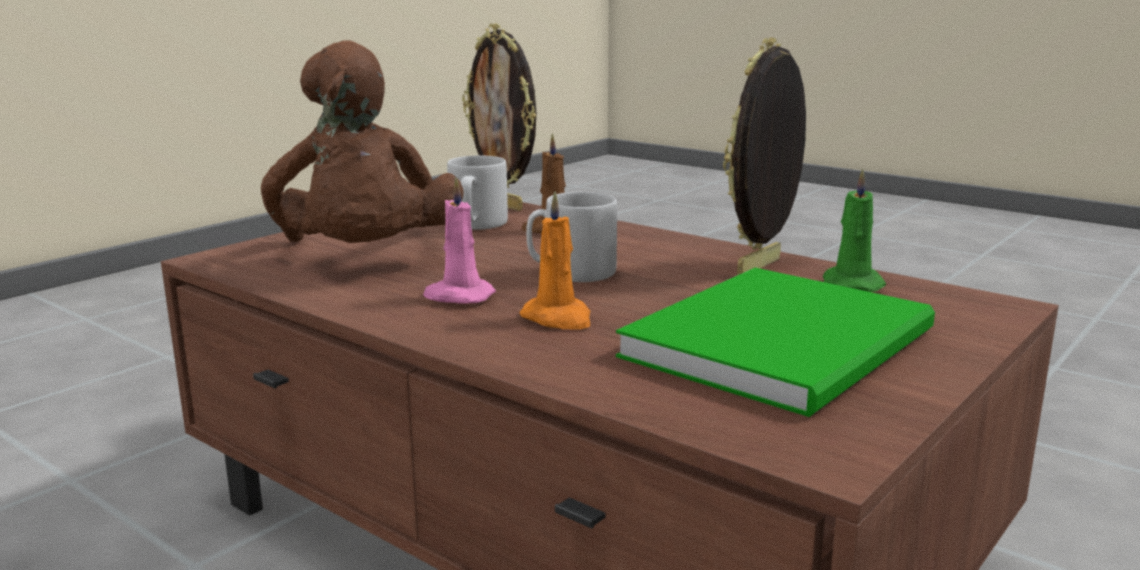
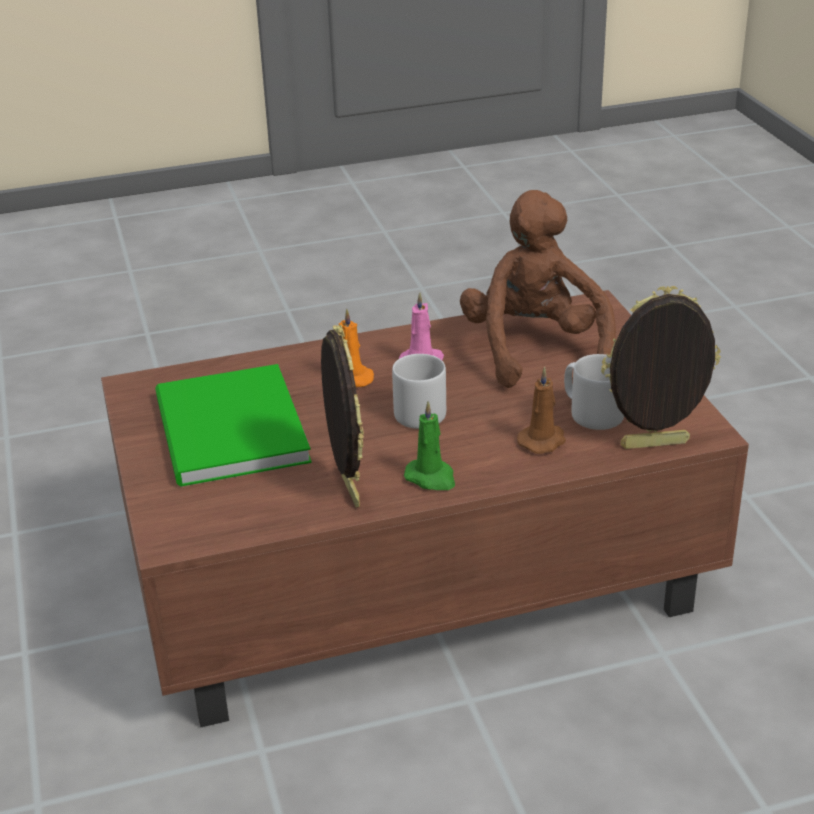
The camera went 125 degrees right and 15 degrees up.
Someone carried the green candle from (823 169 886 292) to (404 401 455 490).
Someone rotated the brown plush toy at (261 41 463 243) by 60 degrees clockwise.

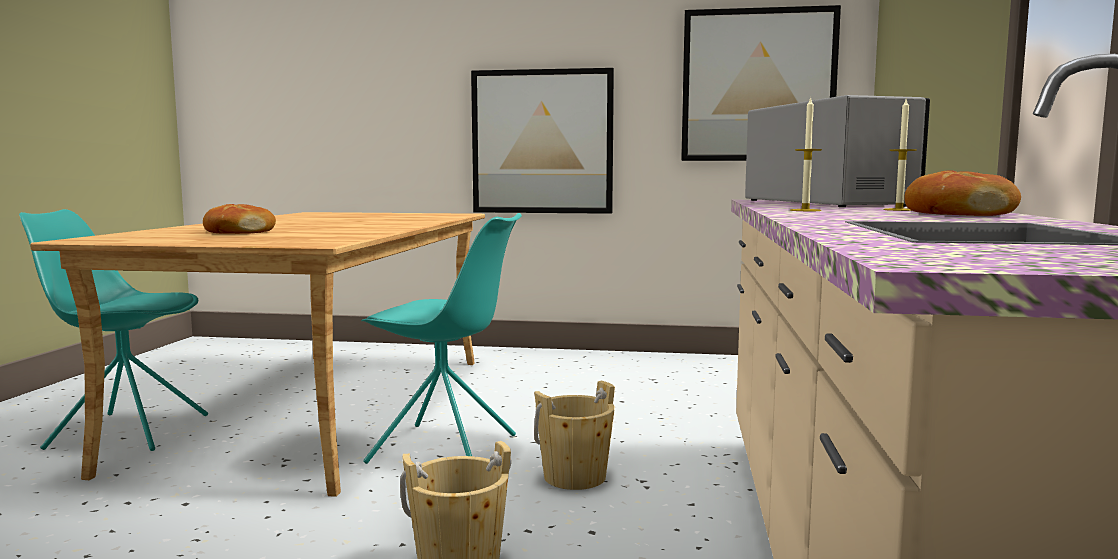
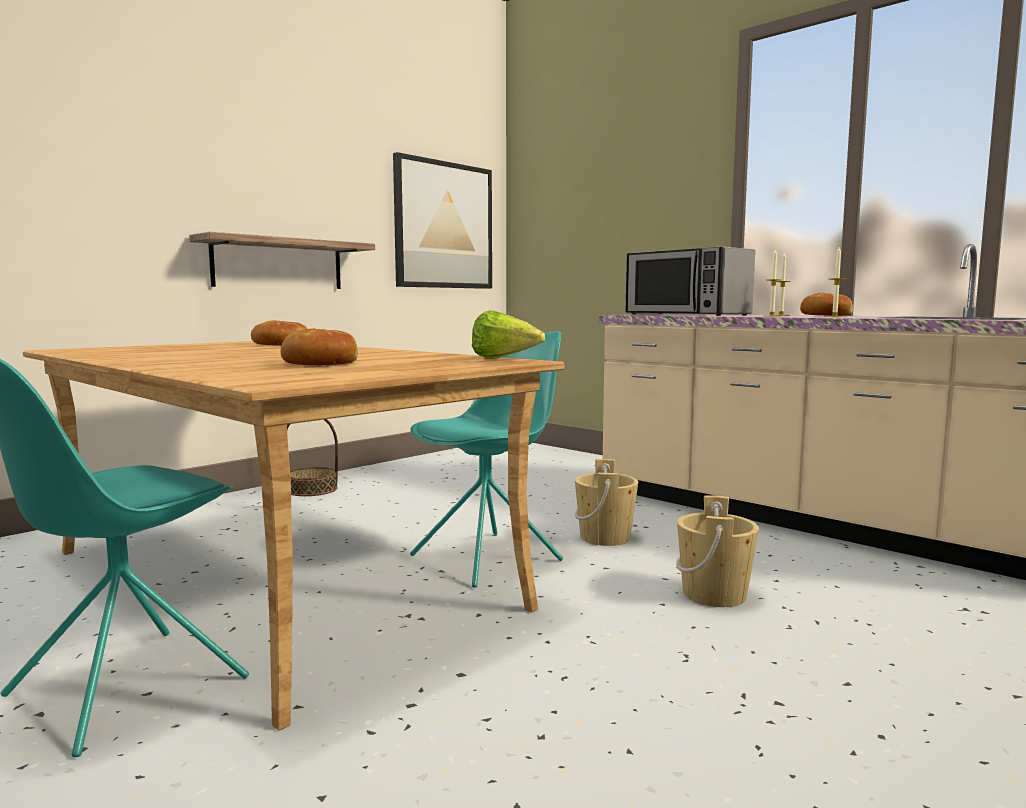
The camera went 55 degrees left and 0 degrees up.
Someone put down the bread at (251 320 307 345).
Someone put down the basket at (287 419 338 496).
Someone put down the lettuce at (472 310 545 359).
Someone put down the candle at (825 247 846 317).
Someone swapped the picture at (471 68 614 214) for the shelf at (189 232 375 289).
Someone rotated the microwave at (745 95 930 207) by 150 degrees counterclockwise.

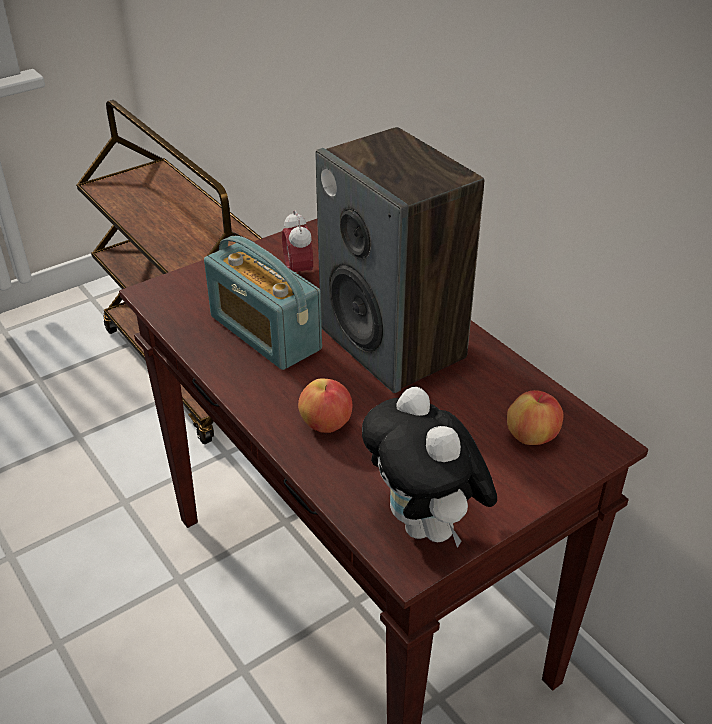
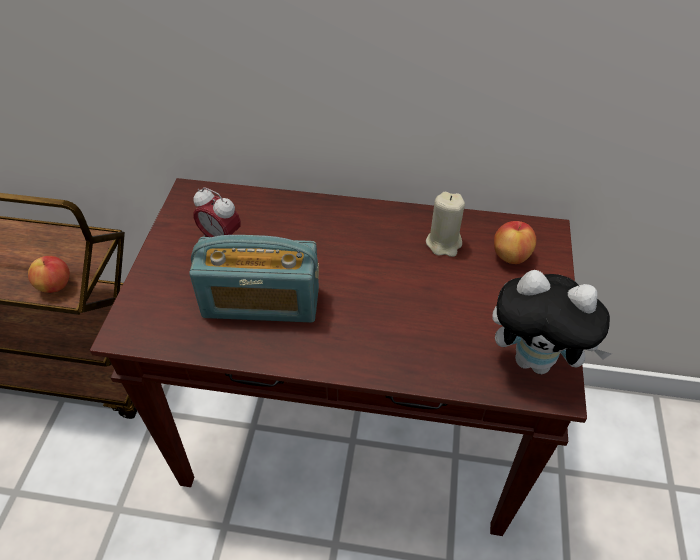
The camera went 45 degrees left and 10 degrees up.
Someone took away the speaker at (316 127 484 393).
Someone put down the beige candle at (426 192 465 257).
Someone carried the apple from (298 379 352 433) to (28 256 70 293).

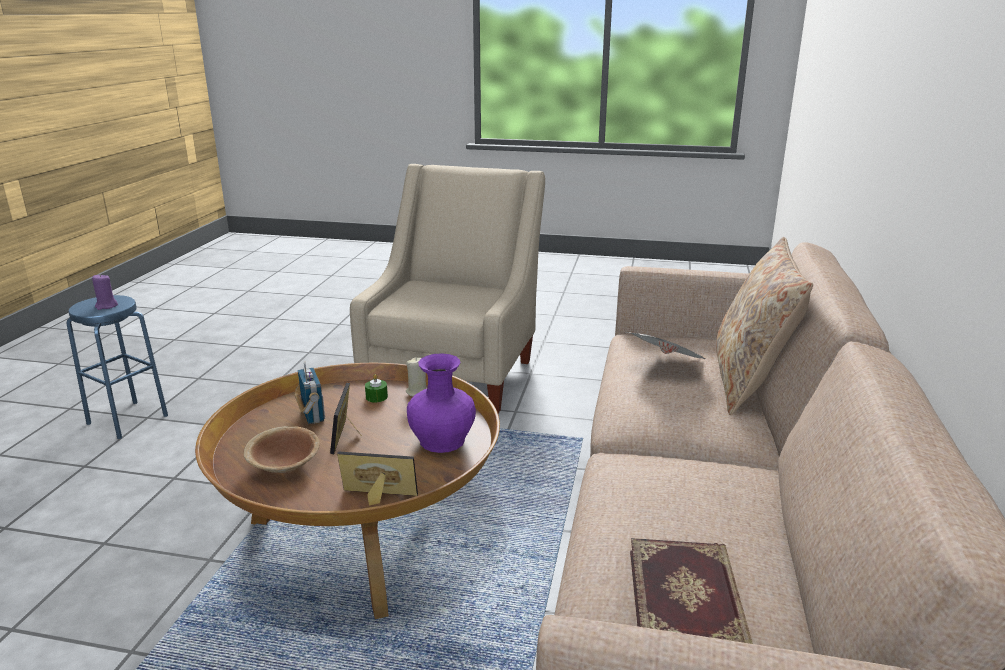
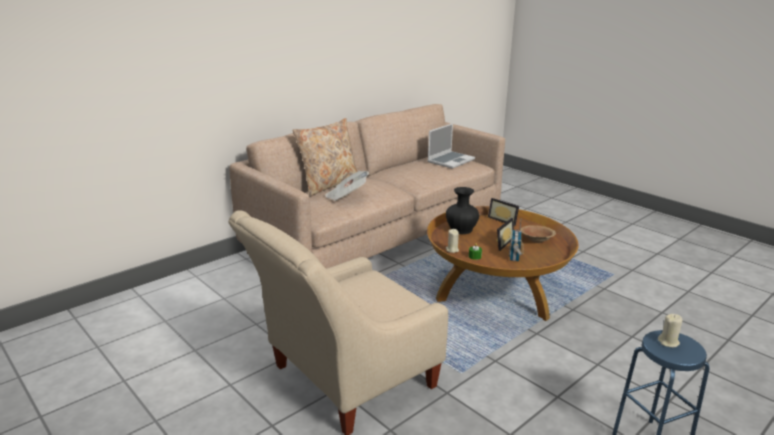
The camera went 145 degrees left and 0 degrees up.
Someone swapped the book at (630 538 753 644) for the laptop at (428 123 475 169).
Someone repainted the purple candle at (92 274 118 310), which became the beige candle at (658 314 682 347).
Someone repainted the purple vase at (407 353 476 453), which became the black vase at (446 187 479 234).

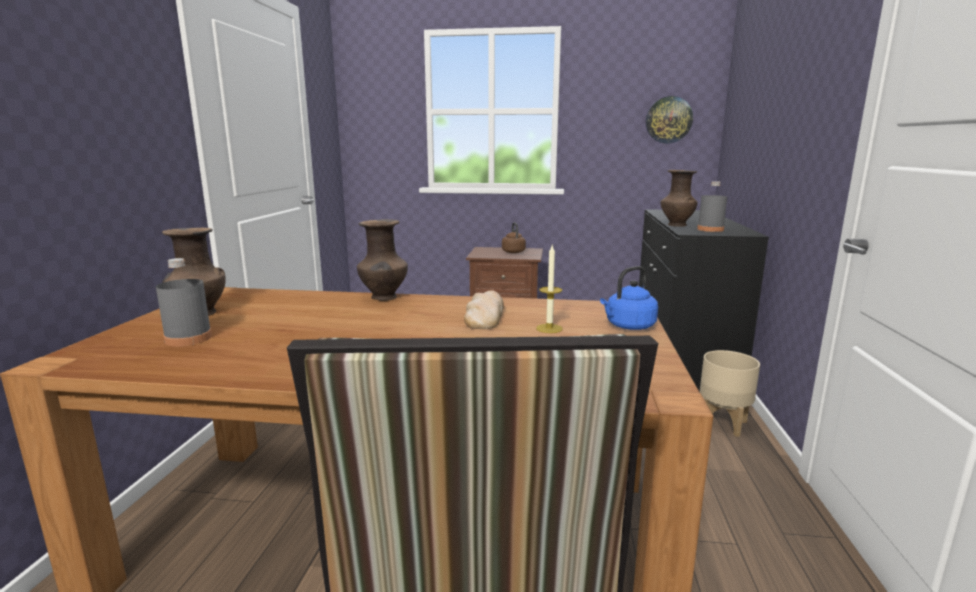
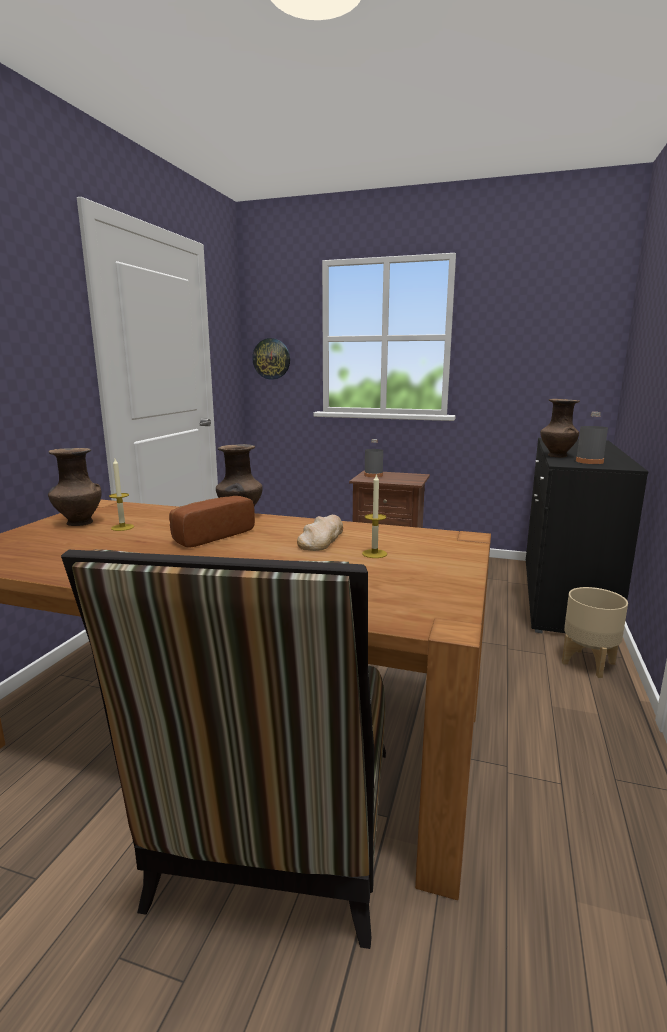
The camera went 10 degrees right and 0 degrees up.
Someone took away the brown kettle at (502 222 526 253).
Someone took away the blue kettle at (600 266 658 330).
Someone put down the candle at (109 459 134 531).
Someone put down the bread at (169 496 255 548).
Someone carried the grey bottle from (156 258 212 346) to (364 439 383 477).
Someone carried the wall clock from (646 96 693 143) to (252 338 290 379).

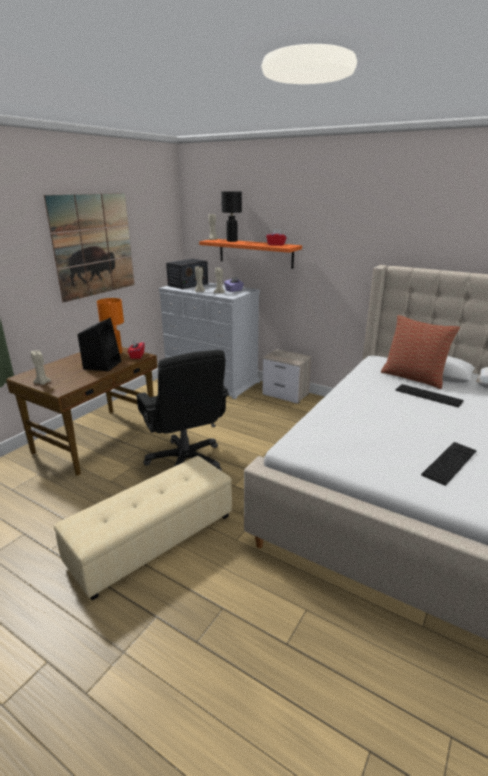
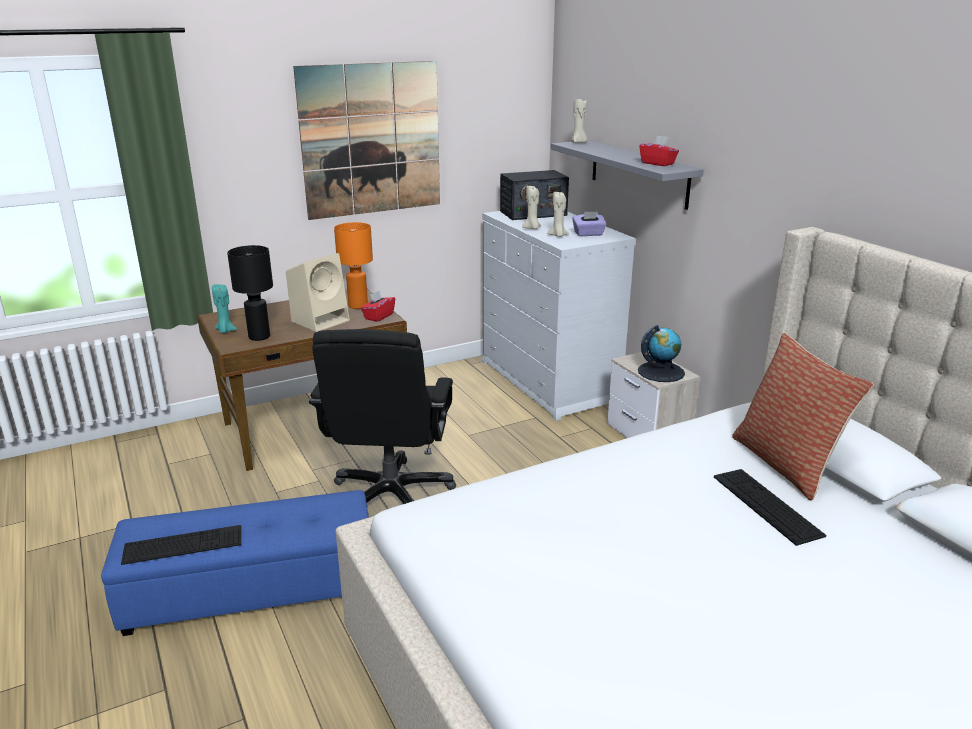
The camera went 30 degrees right and 0 degrees up.
Someone put down the globe at (638 325 685 382).
Someone carried the black table lamp from (221 191 242 242) to (227 245 273 341).
Someone carried the keyboard from (421 442 477 486) to (121 525 241 565).
Someone repainted the beige candle at (31 350 51 385), which became the turquoise candle at (212 284 237 333).
Someone repainted the beige ottoman at (54 456 232 601), which became the blue ottoman at (101 490 369 636).
Someone repainted the black speaker at (78 318 121 371), which became the beige speaker at (286 253 350 332).
Someone repainted the orange shelf at (199 239 302 269), which became the grey shelf at (551 140 704 210).

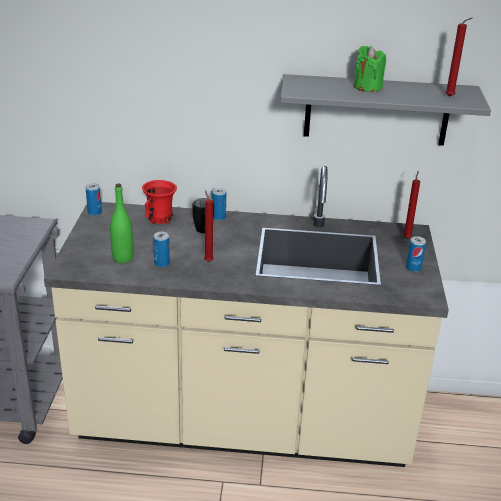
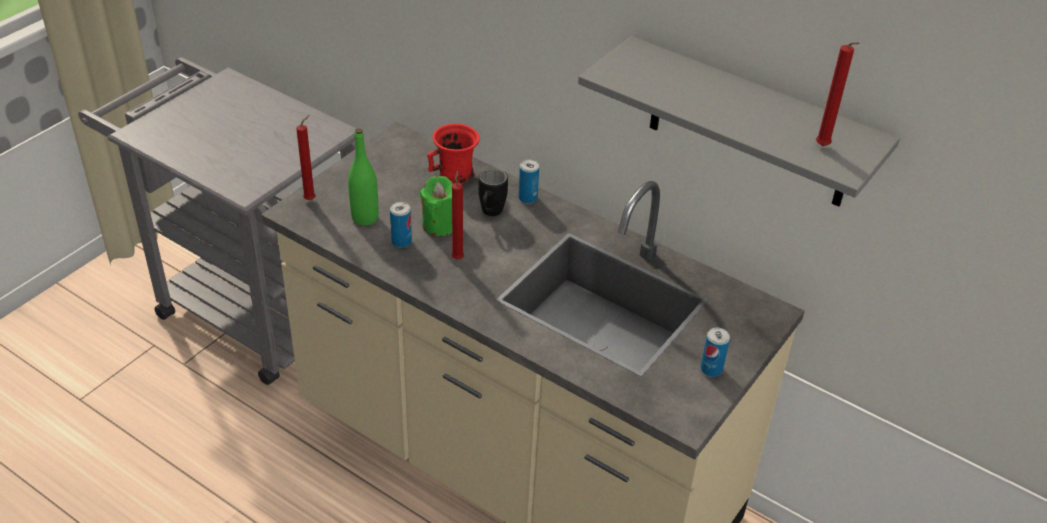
The camera went 30 degrees right and 10 degrees up.
Someone took away the can at (86 183 102 216).
Someone carried the green candle from (354 46 386 92) to (420 176 453 236).
Someone carried the red candle from (403 171 420 239) to (296 115 316 200).

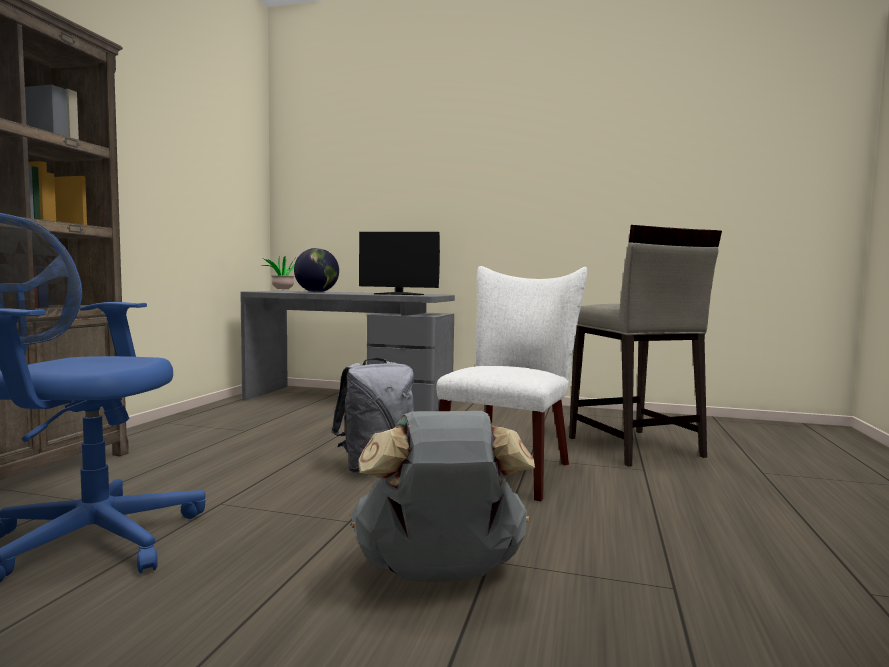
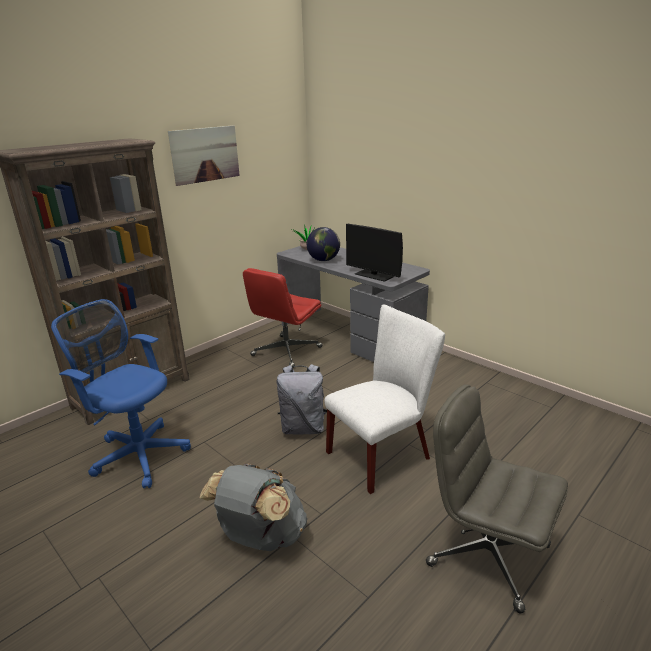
The camera went 30 degrees right and 20 degrees up.
Someone took away the beige stool at (569 225 722 466).
Someone put up the picture at (168 125 240 186).
Someone put down the red office chair at (243 268 323 367).
Someone put down the grey office chair at (426 384 568 614).

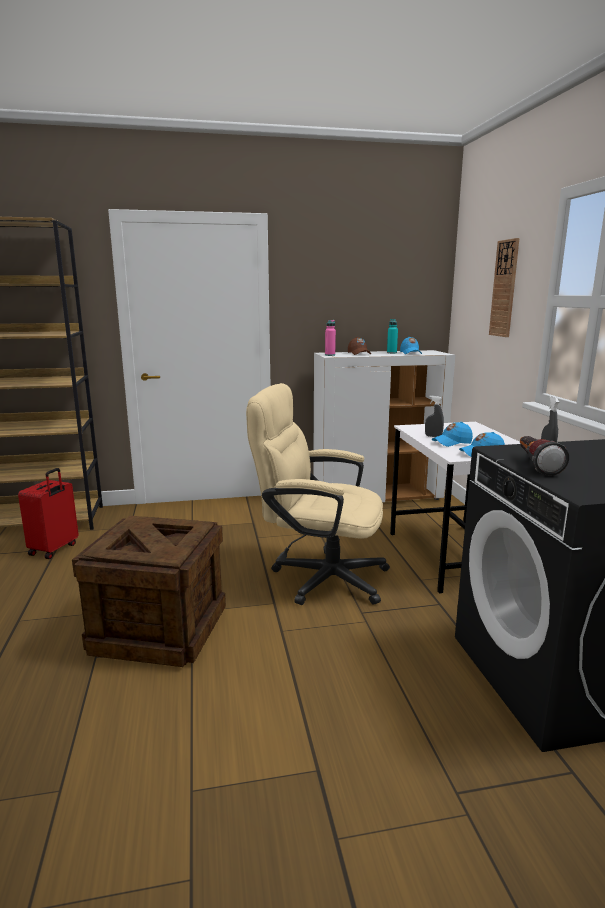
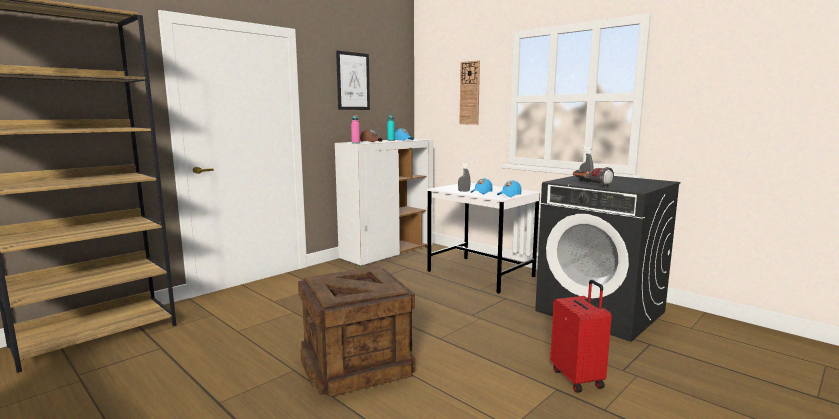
The camera went 35 degrees left and 5 degrees down.
Someone took away the beige office chair at (246 383 390 605).
Someone put up the picture at (336 51 370 110).
Someone carried the red suitcase from (18 468 79 559) to (550 280 612 393).

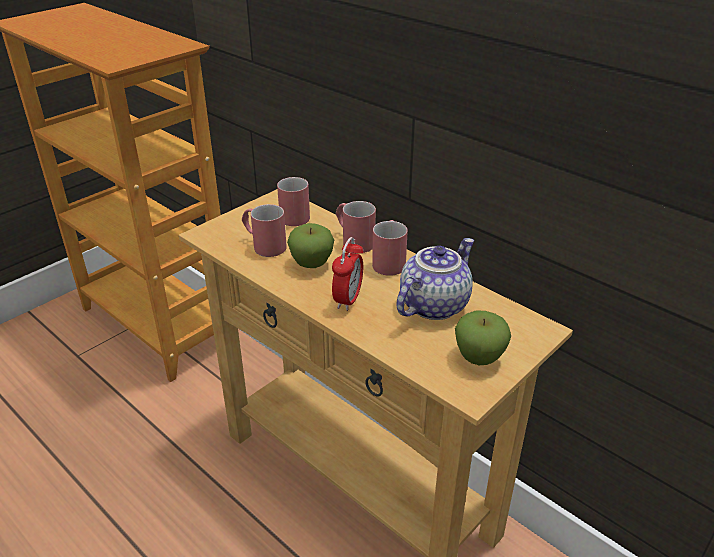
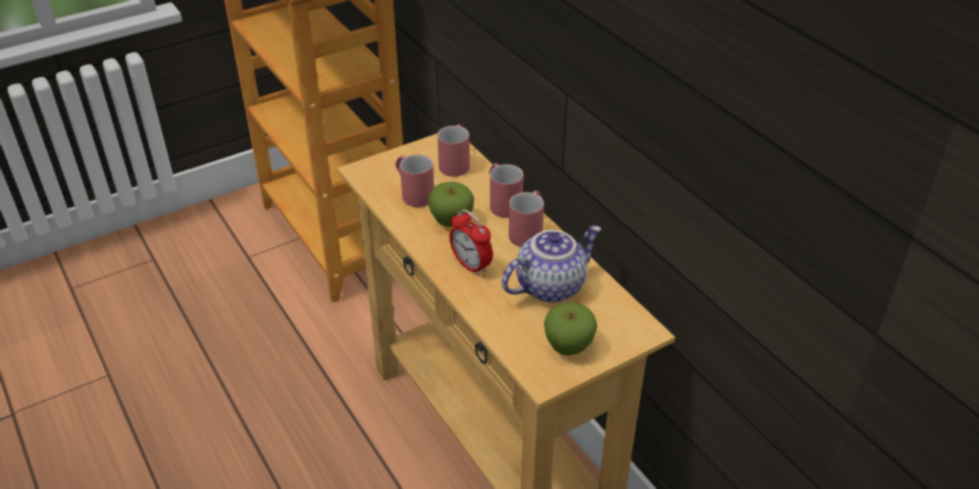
The camera went 15 degrees right and 5 degrees up.
Someone rotated the alarm clock at (332 237 363 311) by 105 degrees clockwise.

